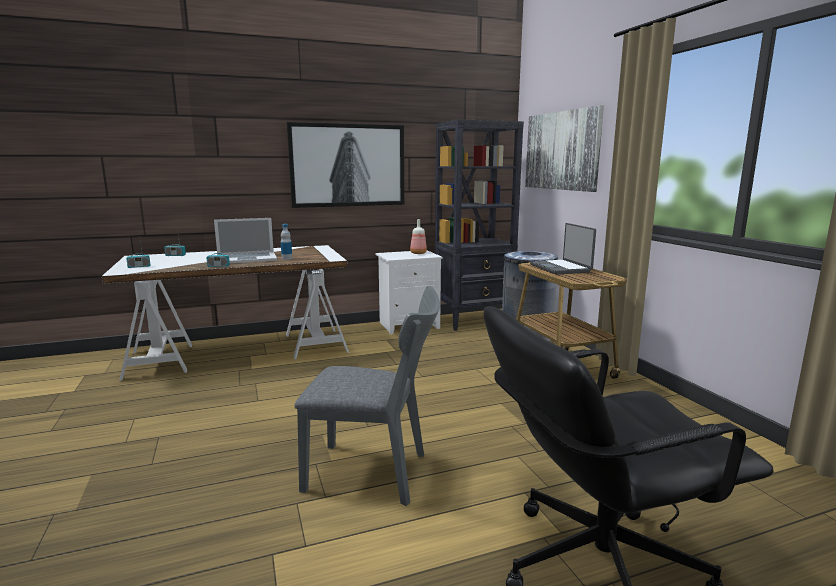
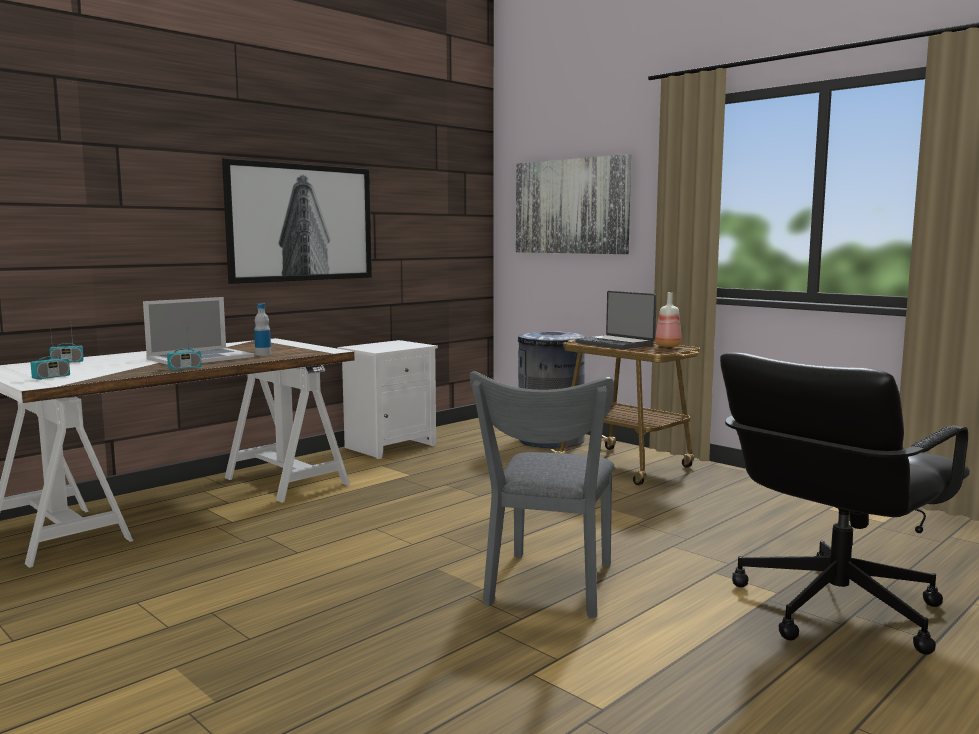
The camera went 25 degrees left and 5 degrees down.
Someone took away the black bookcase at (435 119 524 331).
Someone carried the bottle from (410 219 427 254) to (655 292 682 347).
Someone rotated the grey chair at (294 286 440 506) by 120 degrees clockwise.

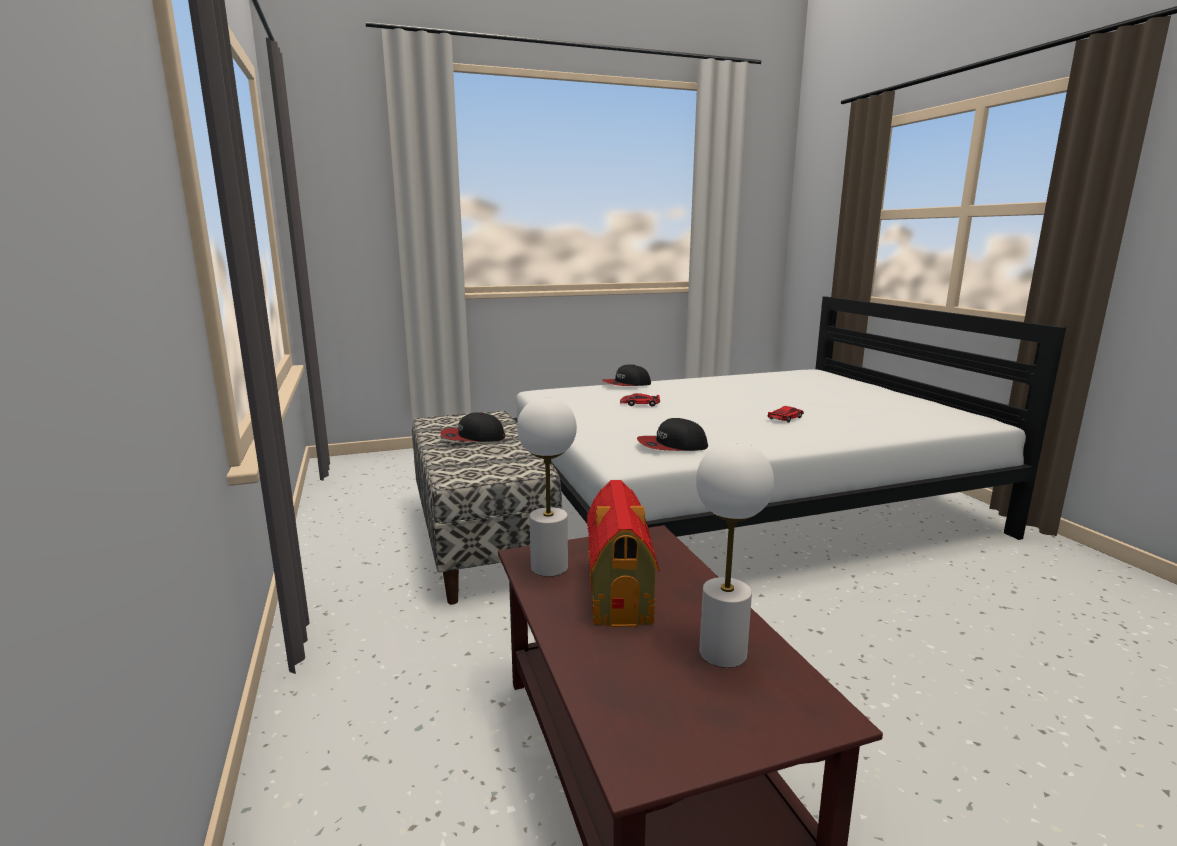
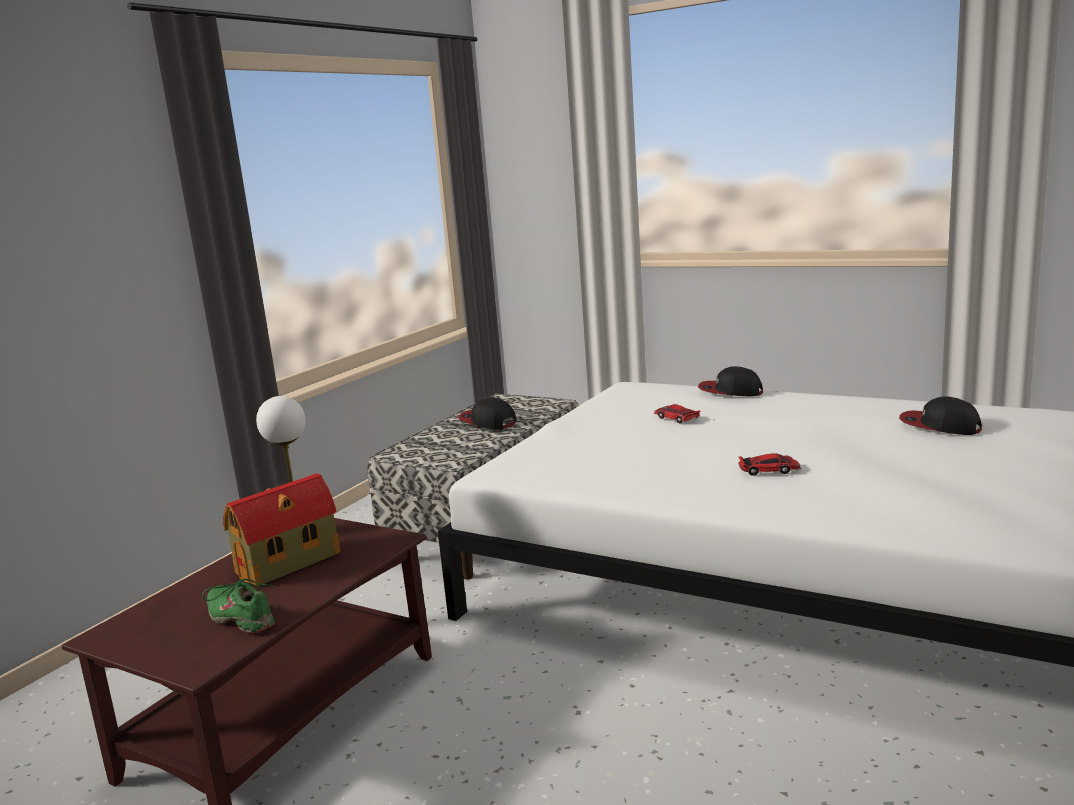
The camera went 50 degrees right and 0 degrees up.
Someone carried the cap from (637 418 708 451) to (899 396 982 435).
Someone swapped the white table lamp at (696 442 774 668) for the green shoe at (202 579 278 633).

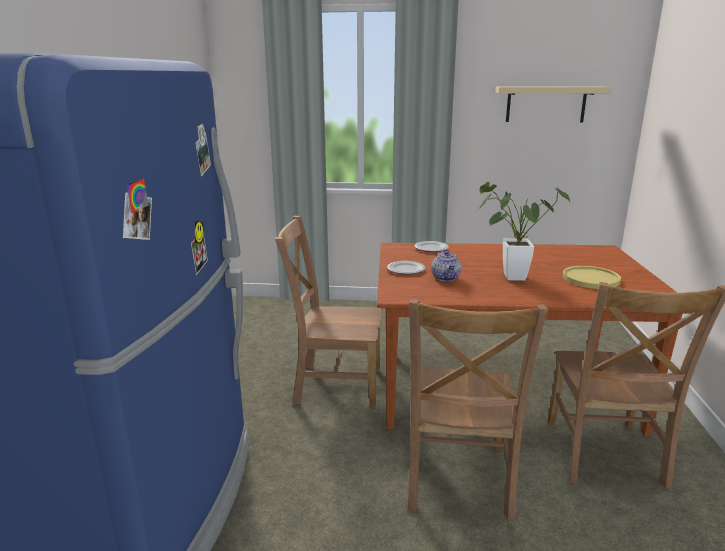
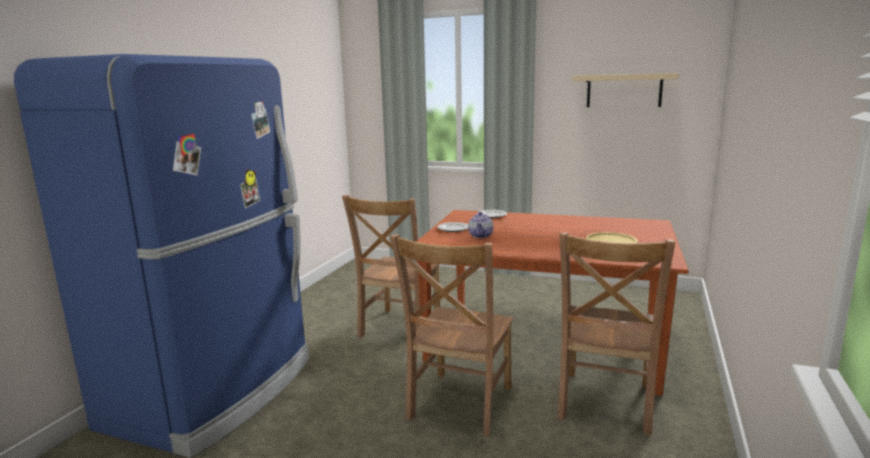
The camera went 15 degrees right and 5 degrees down.
Someone took away the potted plant at (478 182 570 281).
Someone rotated the brown chair at (275 215 381 408) by 90 degrees counterclockwise.

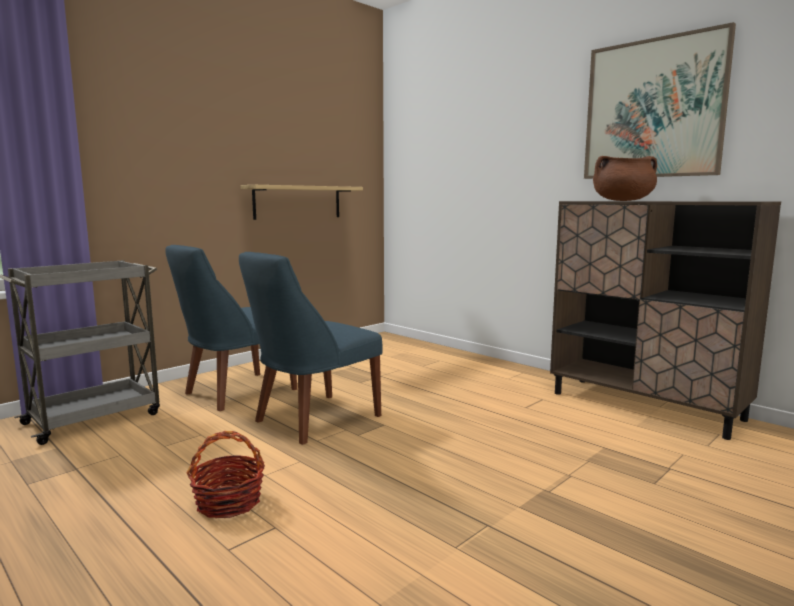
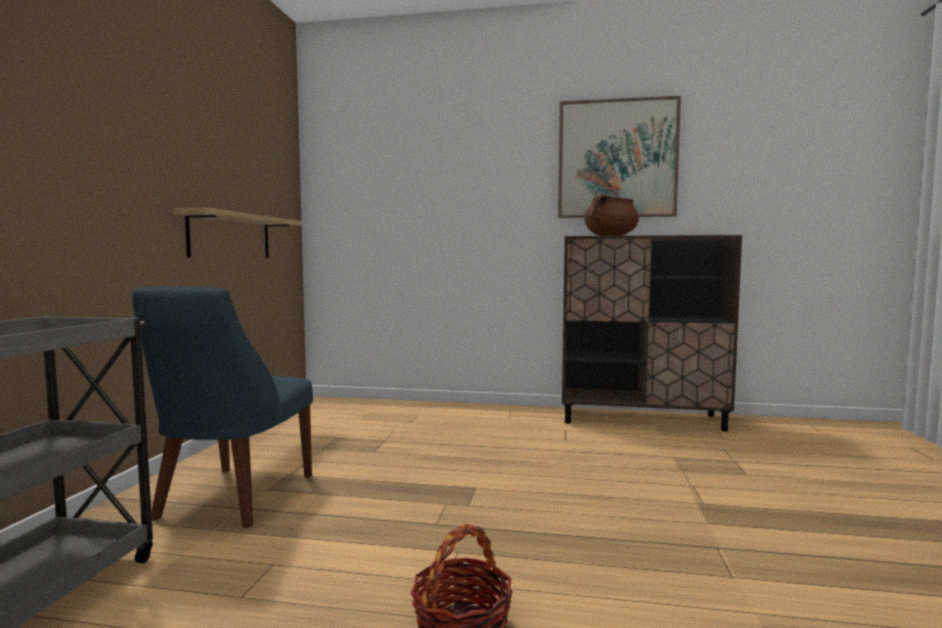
The camera went 35 degrees left and 5 degrees down.
Someone took away the blue chair at (239 252 383 445).

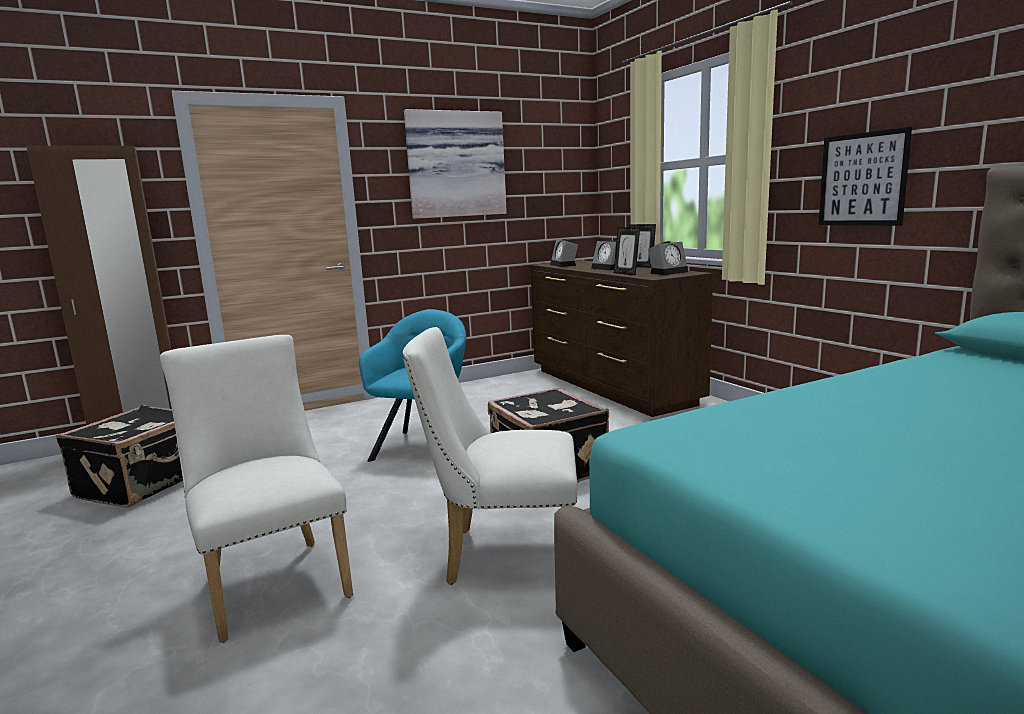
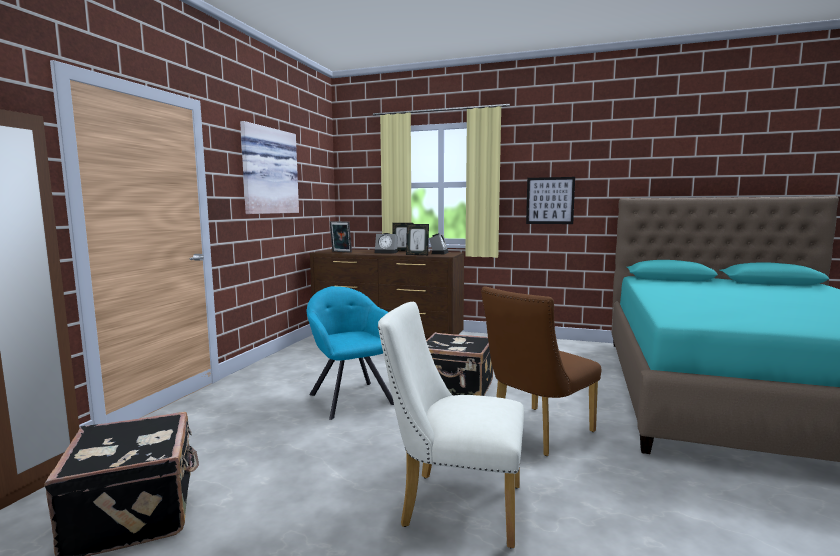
The camera went 45 degrees left and 5 degrees down.
Someone swapped the alarm clock at (550 239 578 267) for the picture frame at (330 221 352 253).
Someone repainted the white chair at (402 327 577 585), which became the brown chair at (481 287 601 456).

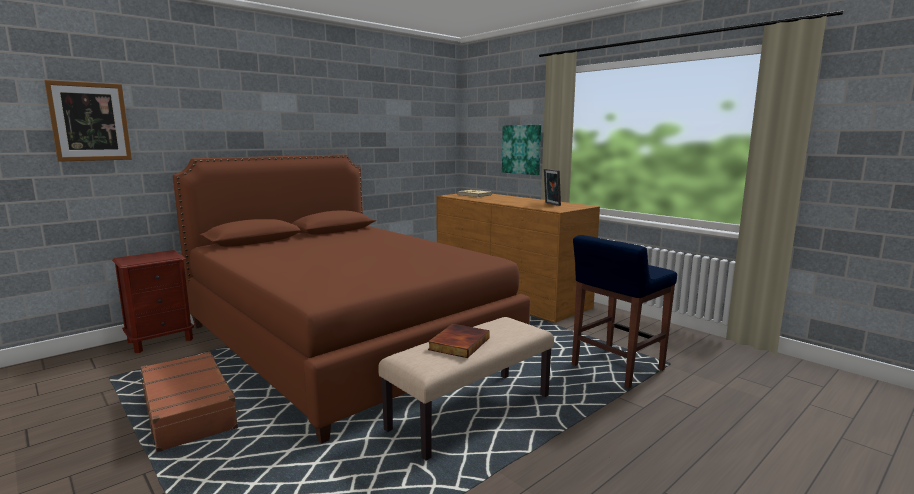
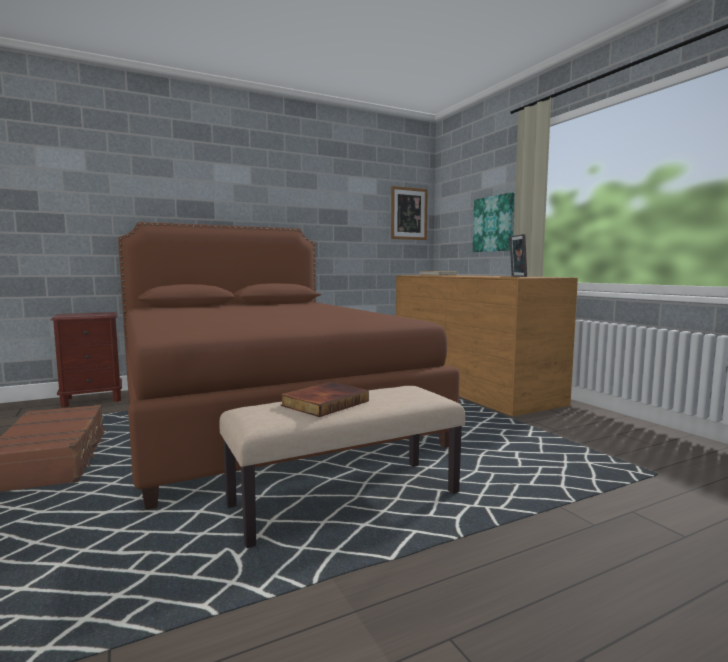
The camera went 15 degrees right and 5 degrees down.
Someone took away the blue stool at (572 235 677 389).
Someone carried the picture from (44 80 132 162) to (391 186 428 240).

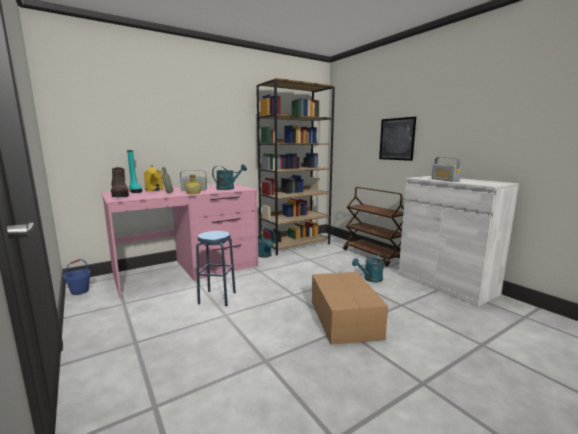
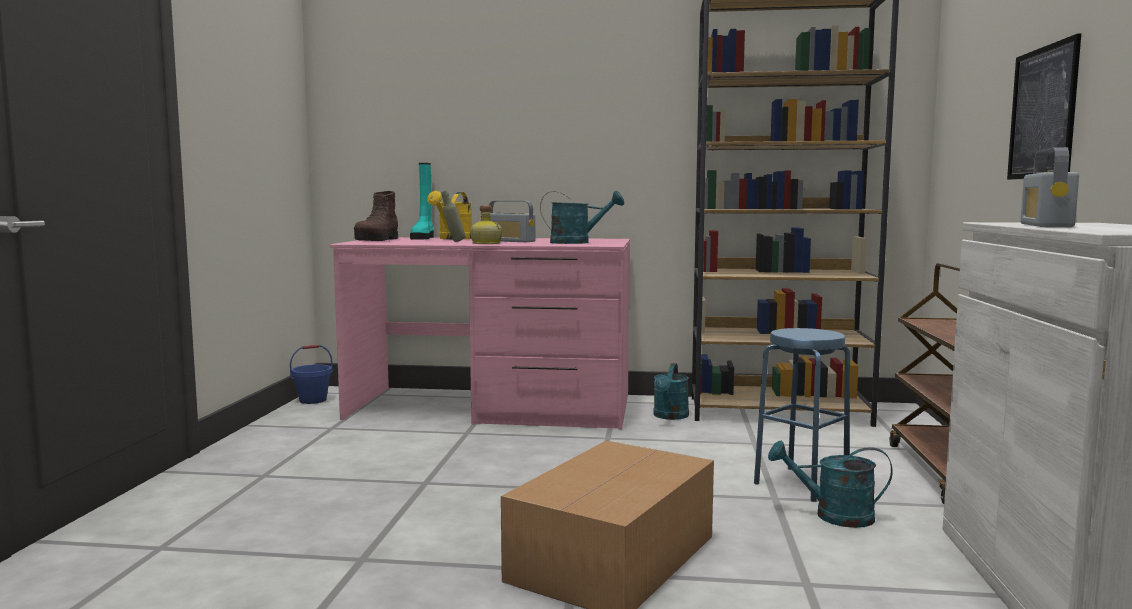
The camera went 40 degrees right and 5 degrees down.
Someone carried the blue stool from (196 231 236 306) to (754 328 850 502).

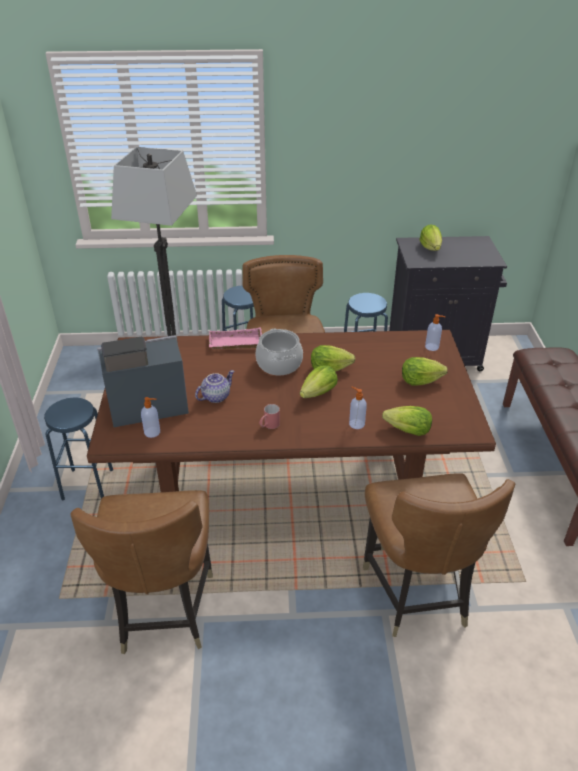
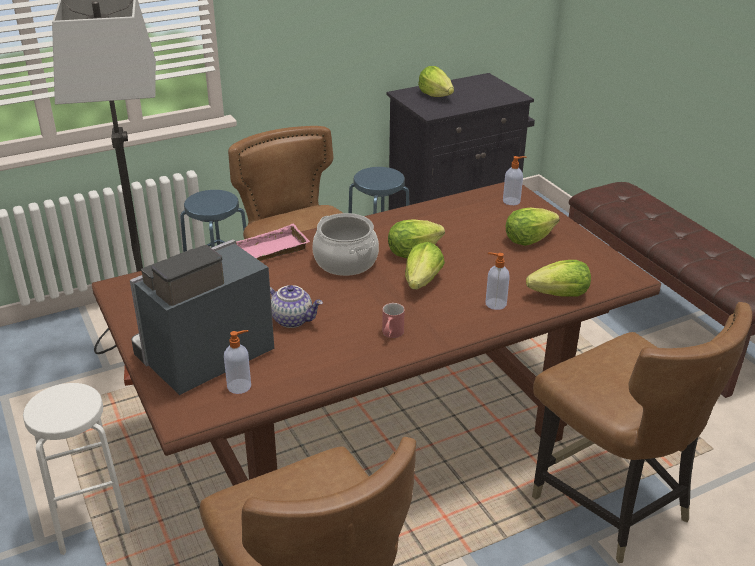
The camera went 25 degrees left and 5 degrees down.
Someone repainted the blue stool at (44 398 113 501), which became the white stool at (23 383 131 555).
Someone rotated the teapot at (195 370 235 403) by 90 degrees clockwise.

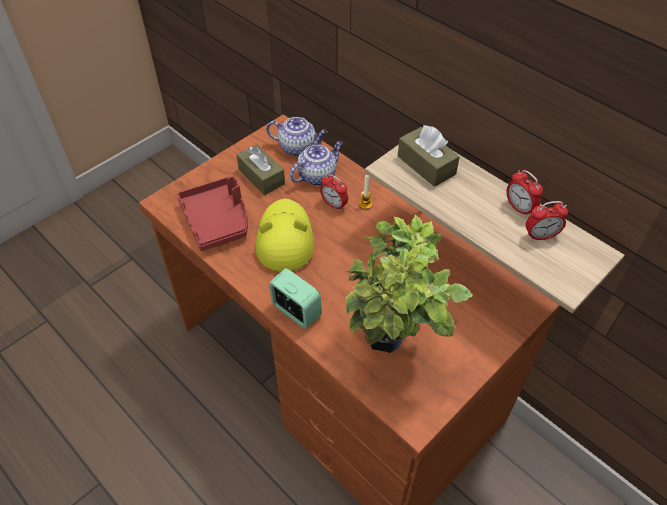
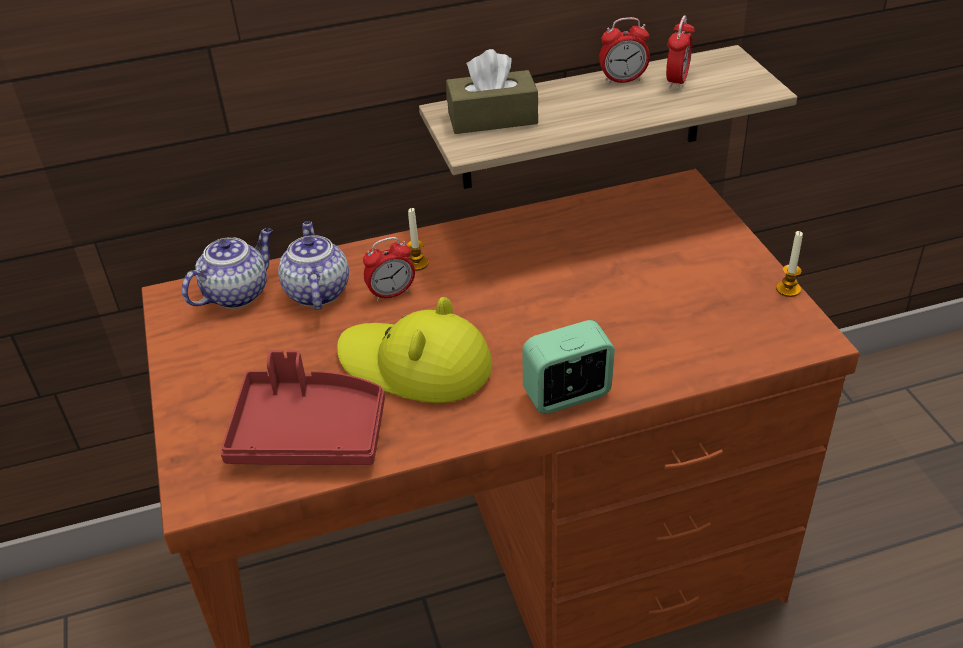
The camera went 60 degrees left and 10 degrees down.
Someone took away the brown tissue box at (237 144 285 195).
Someone took away the potted plant at (346 214 472 353).
Someone put down the candle at (776 231 803 297).

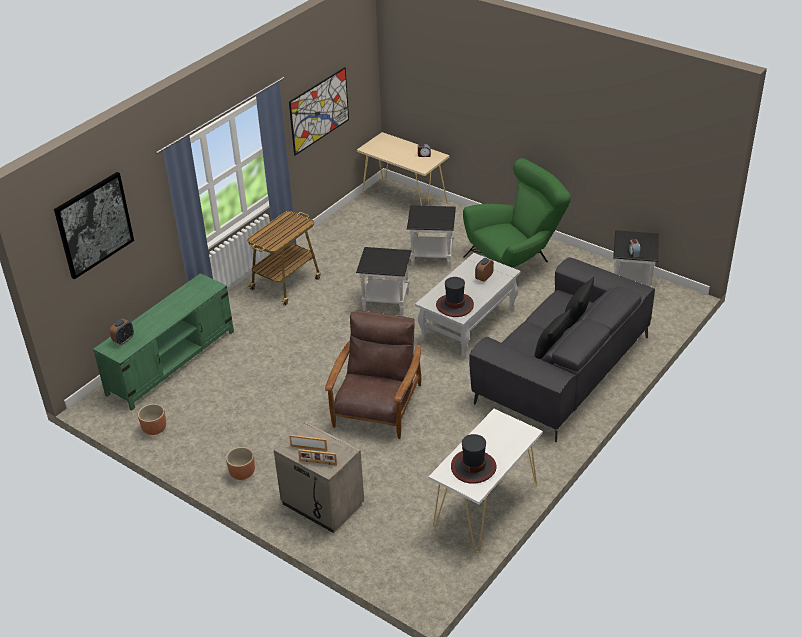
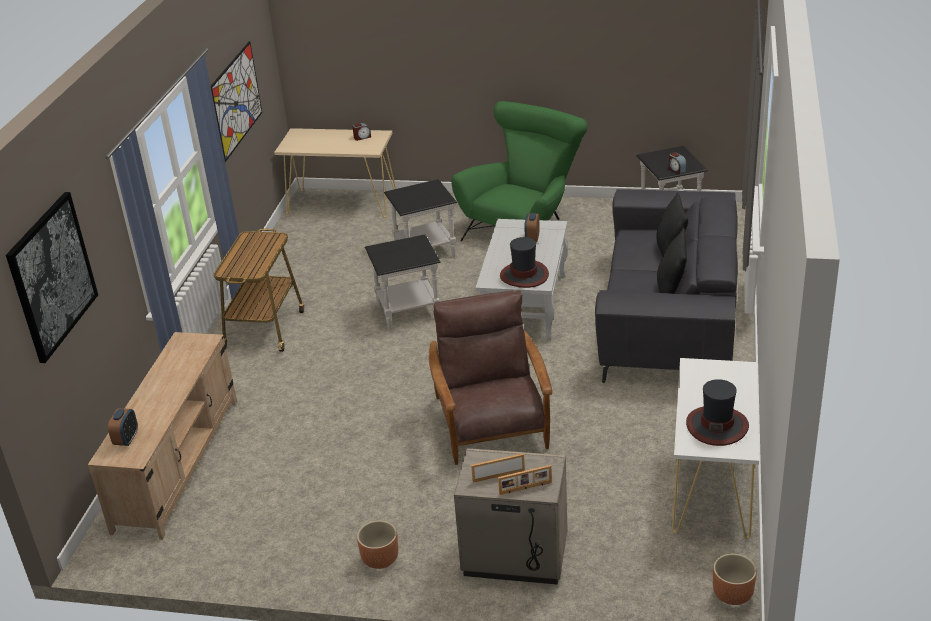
The camera went 25 degrees left and 5 degrees down.
Someone carried the brown planter from (138 404 166 435) to (713 554 757 605).
Someone repainted the green tv stand at (93 273 234 411), which became the beige tv stand at (88 332 237 540).

